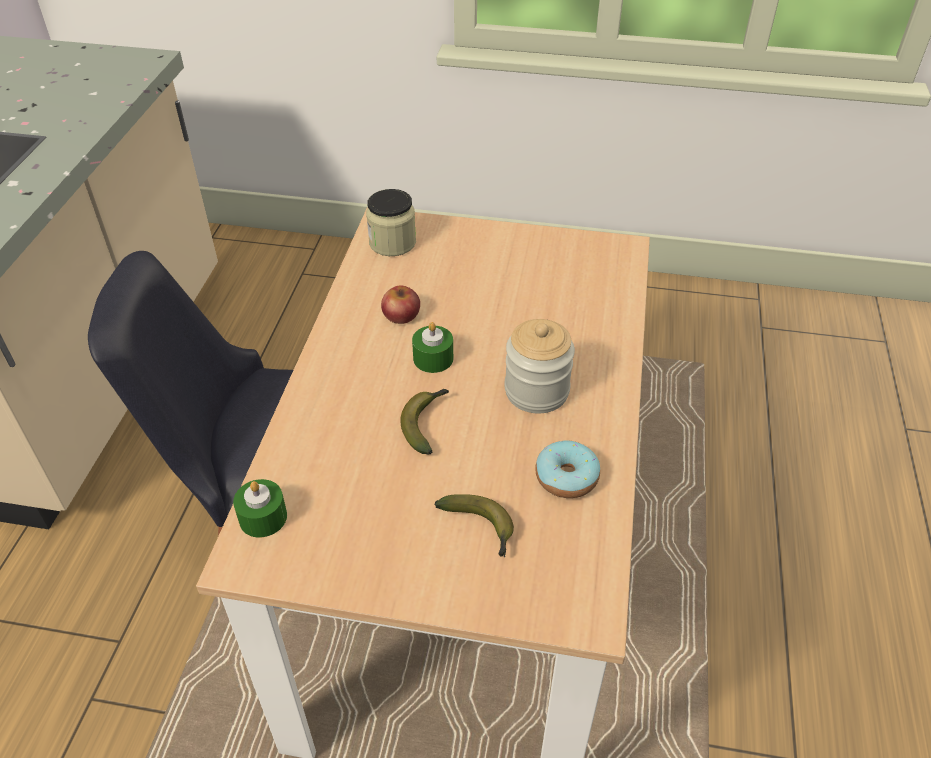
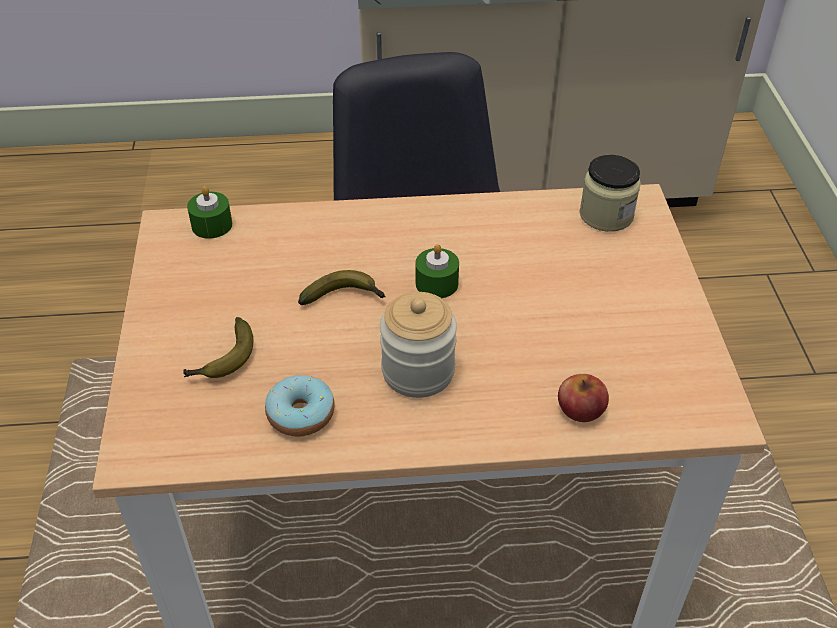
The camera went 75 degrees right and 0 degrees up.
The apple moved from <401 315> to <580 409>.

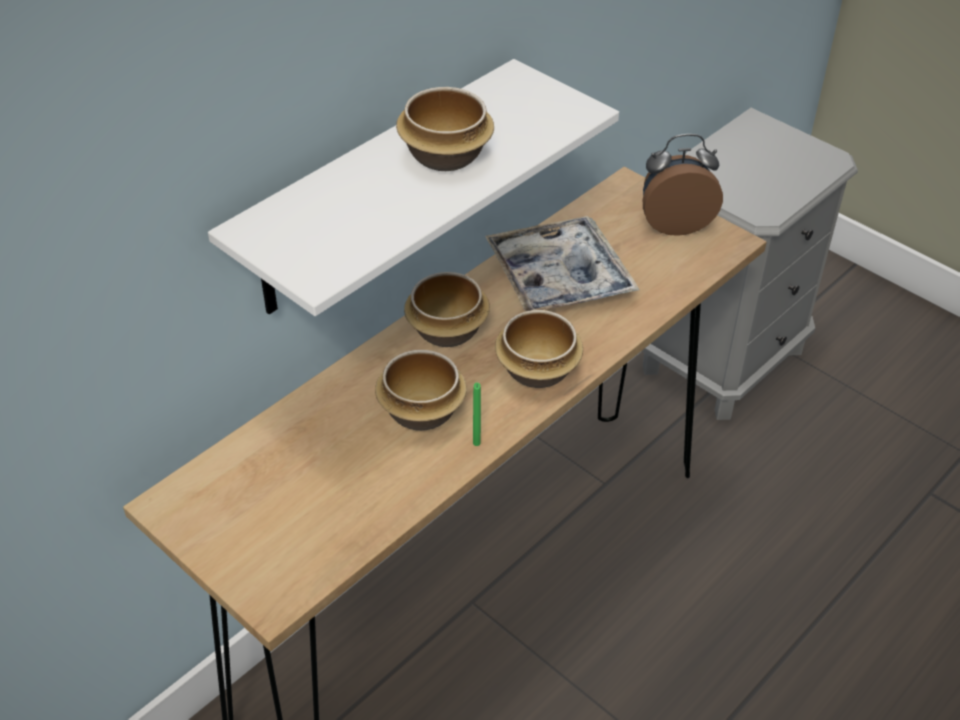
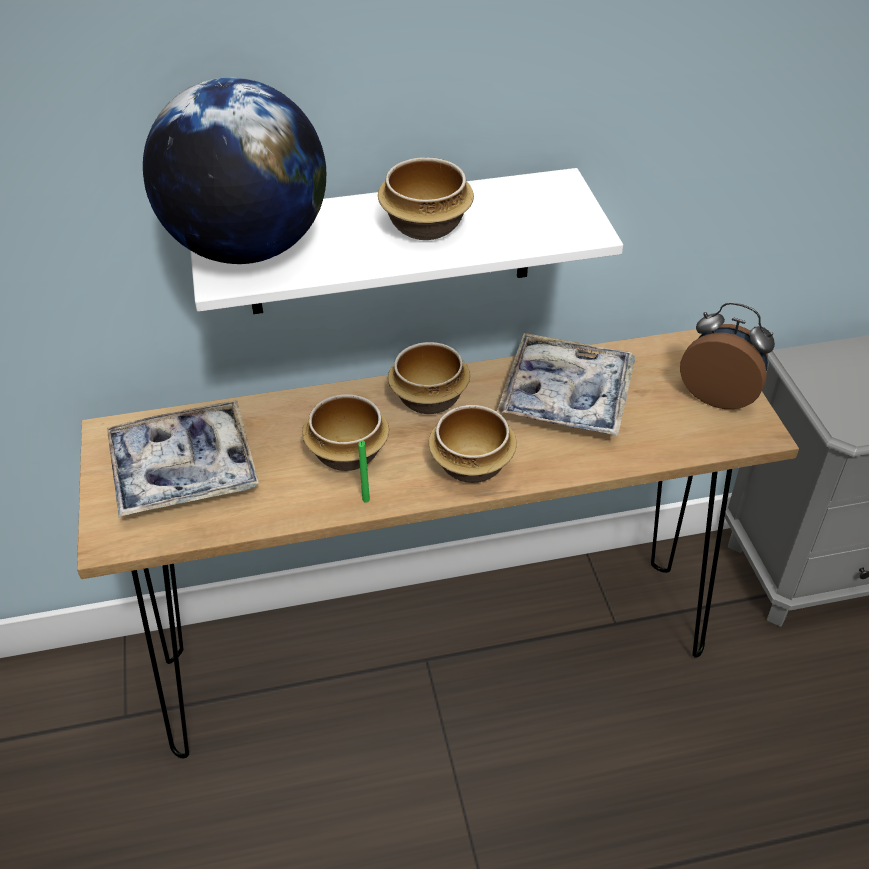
The camera went 35 degrees right and 0 degrees up.
The tray at <184 469> appeared.
The globe at <248 248> appeared.

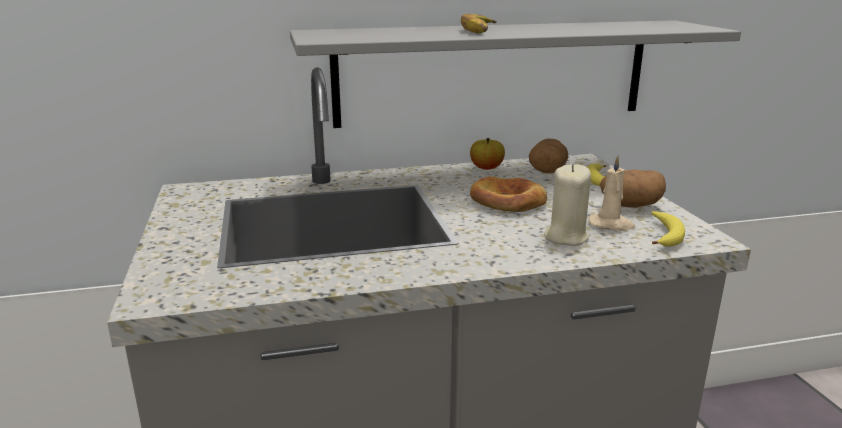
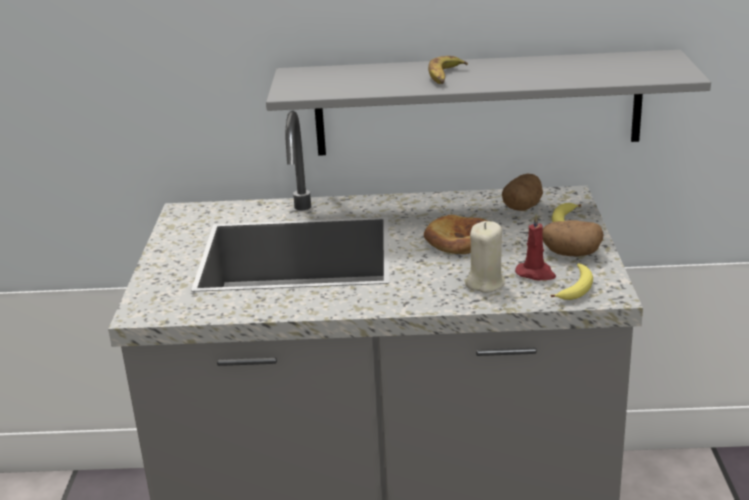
The camera went 15 degrees right and 5 degrees up.
The candle (beige) at <611 225> became the candle (red) at <536 273>.
The apple at <486 168> disappeared.

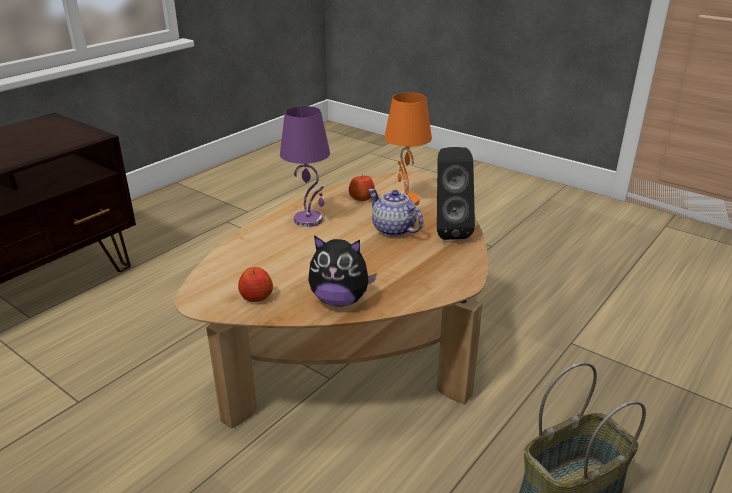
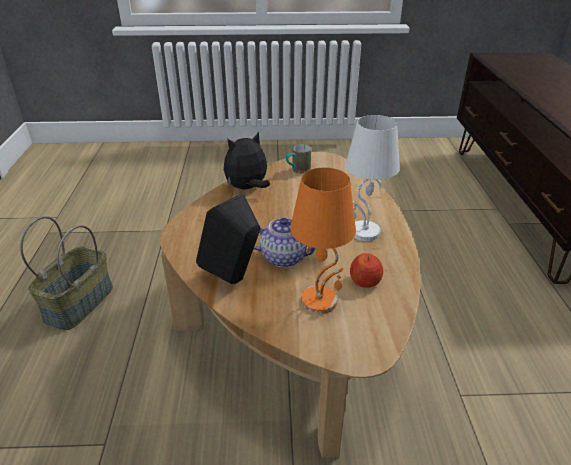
The camera went 140 degrees right and 5 degrees up.
The apple at <256 297> was replaced by the mug at <297 171>.
The table lamp (purple) at <309 220> became the table lamp (white) at <364 232>.

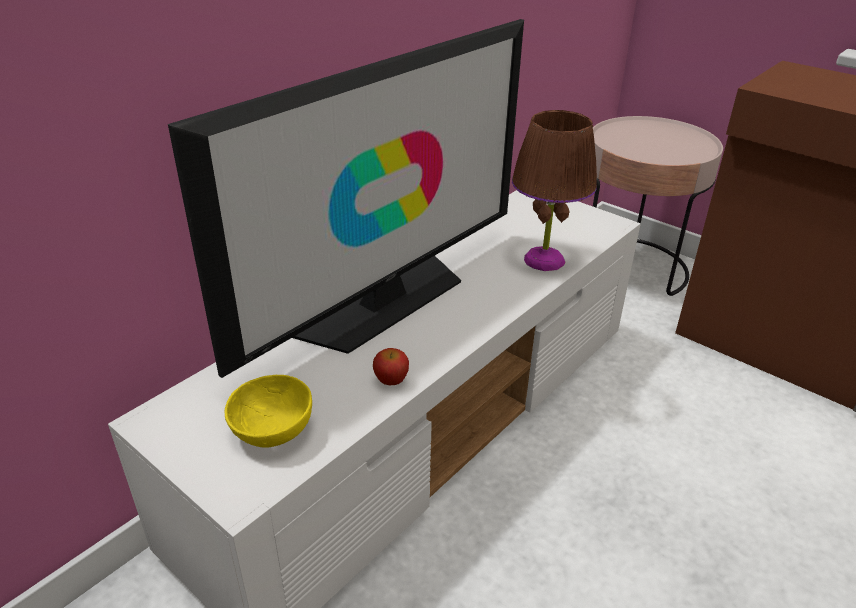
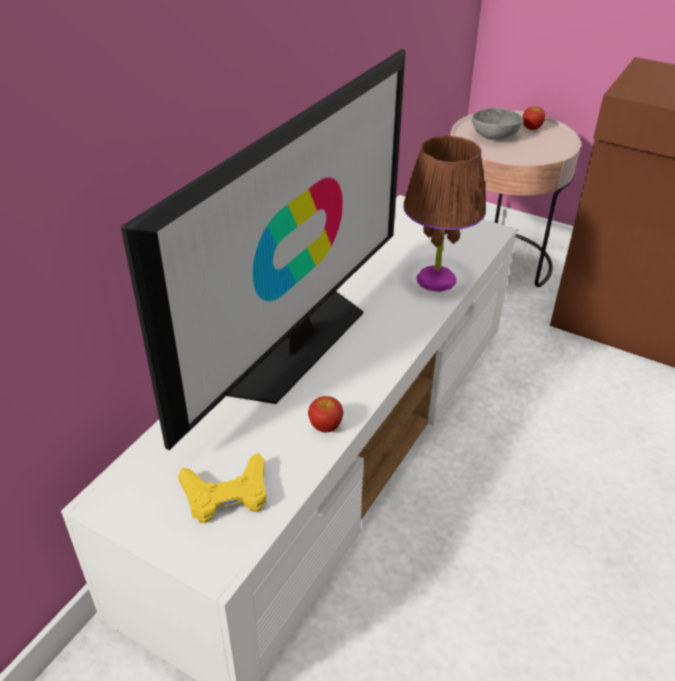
The camera went 10 degrees left and 5 degrees up.
The bowl (yellow) at <271 430> was replaced by the game controller (yellow) at <226 494>.
The bowl (grey) at <493 135> appeared.
The apple at <532 128> appeared.

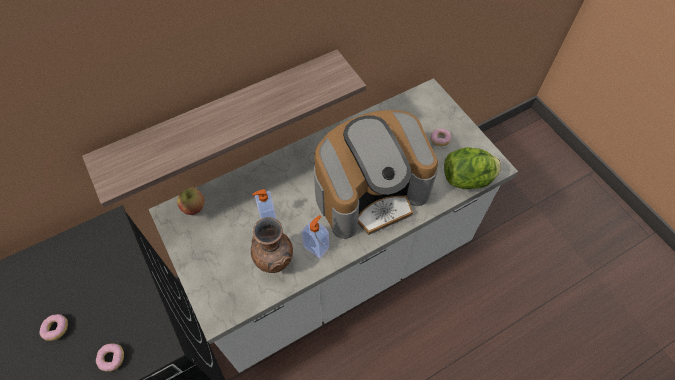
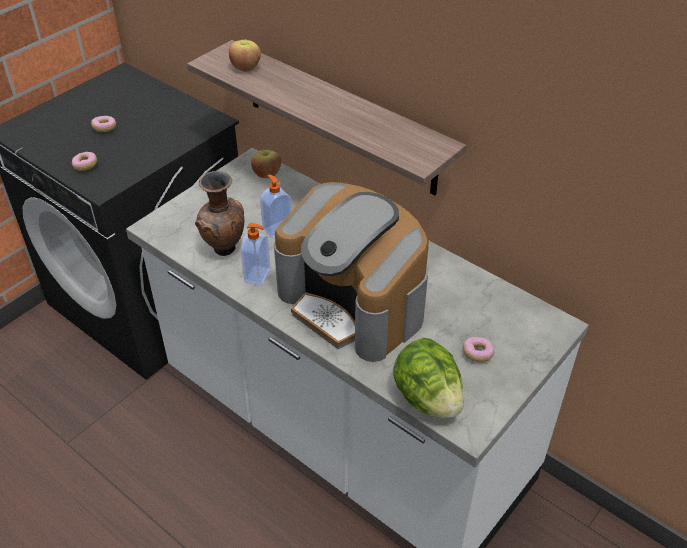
The camera went 70 degrees right and 15 degrees down.
The apple at <246 67> appeared.

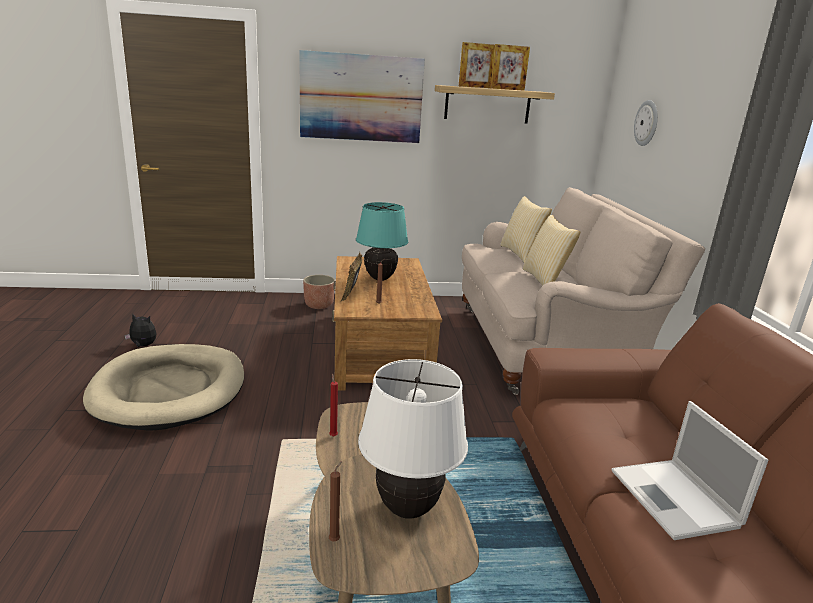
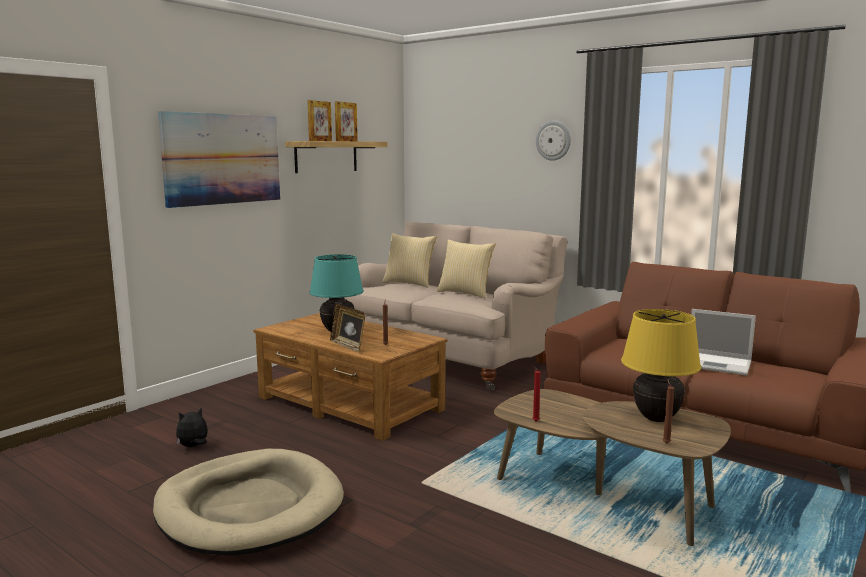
The camera went 45 degrees left and 10 degrees down.
The plush toy moved from <143 346> to <193 446>.
The wall clock moved from <647 123> to <553 140>.
The table lamp (white) at <407 509> became the table lamp (yellow) at <656 418>.
The planter at <319 305> disappeared.

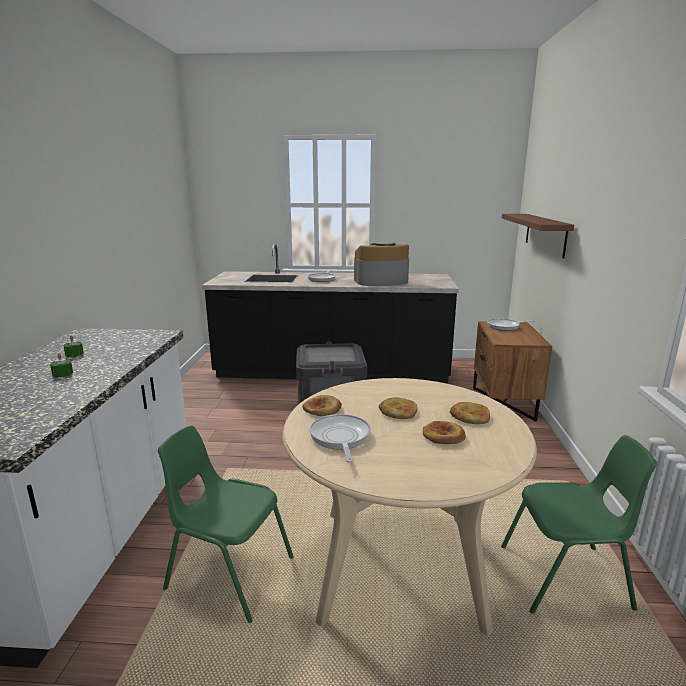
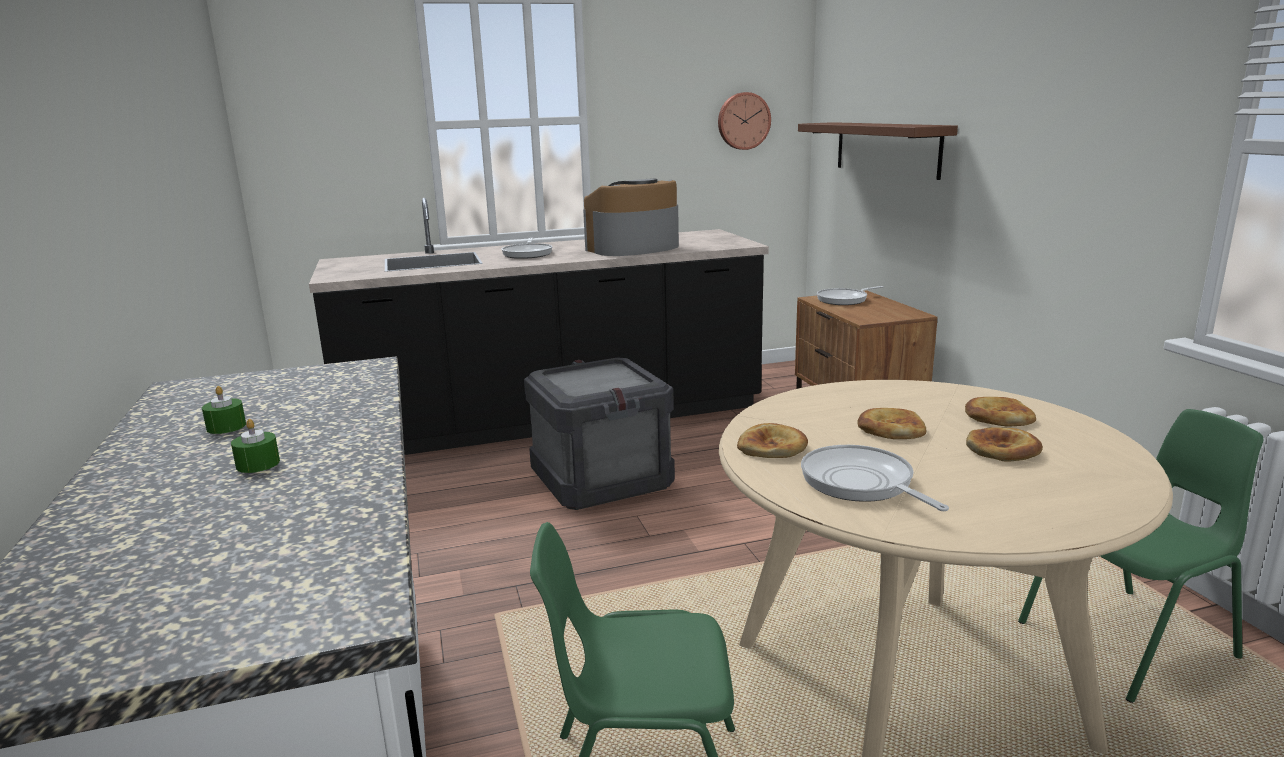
The camera went 20 degrees left and 0 degrees up.
The wall clock at <743 121> appeared.

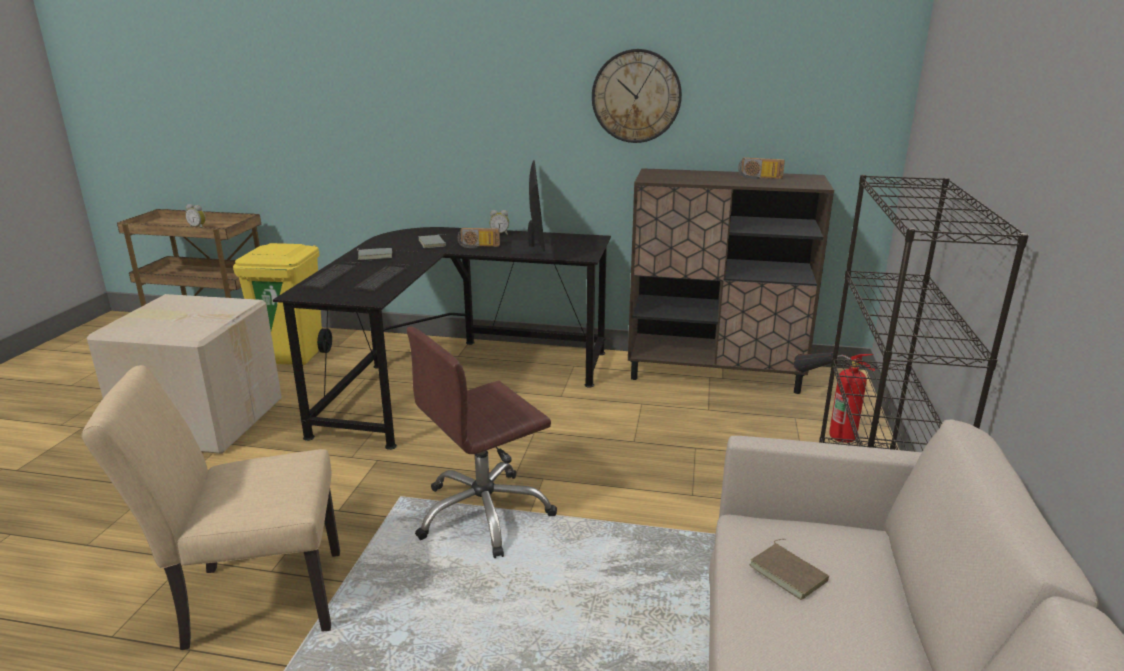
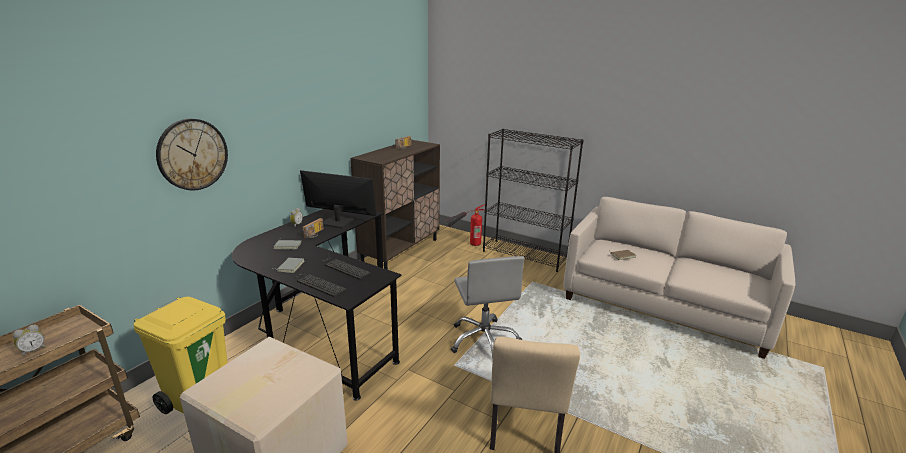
The camera went 70 degrees left and 0 degrees up.
The wall clock moved from <636 96> to <192 154>.
The office chair (brown) at <484 514> became the office chair (grey) at <484 340>.

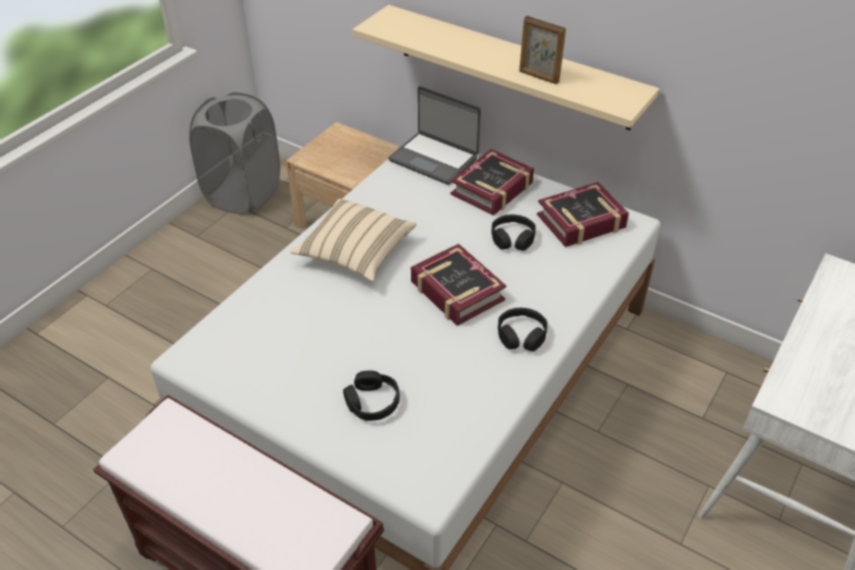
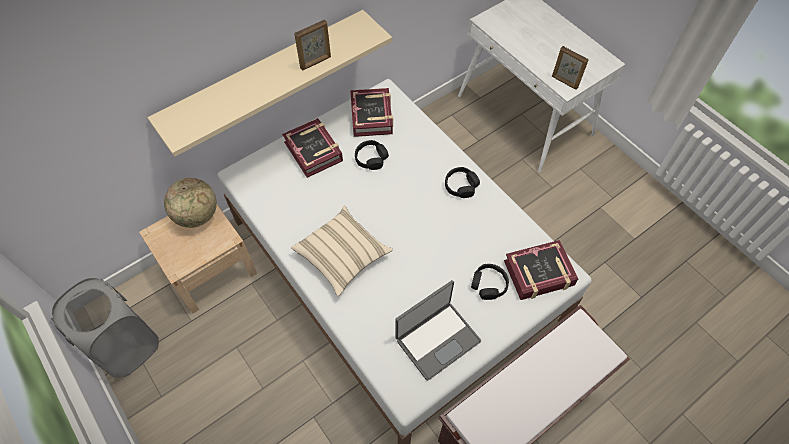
The camera went 70 degrees left and 15 degrees up.
The globe at <197 216> appeared.
The laptop moved from <434 158> to <437 339>.
The book moved from <456 291> to <539 274>.
The picture frame at <564 82> appeared.

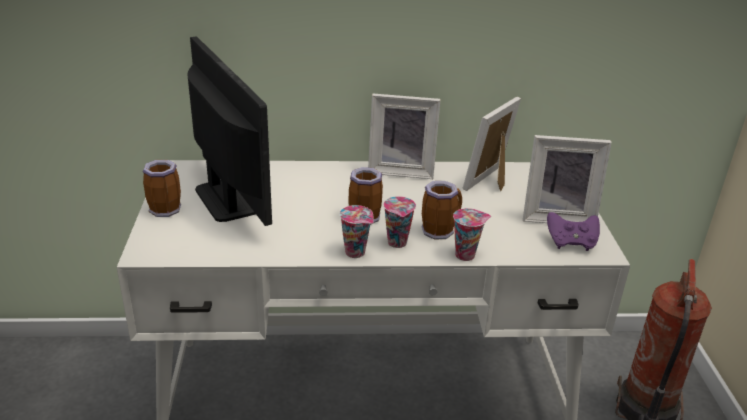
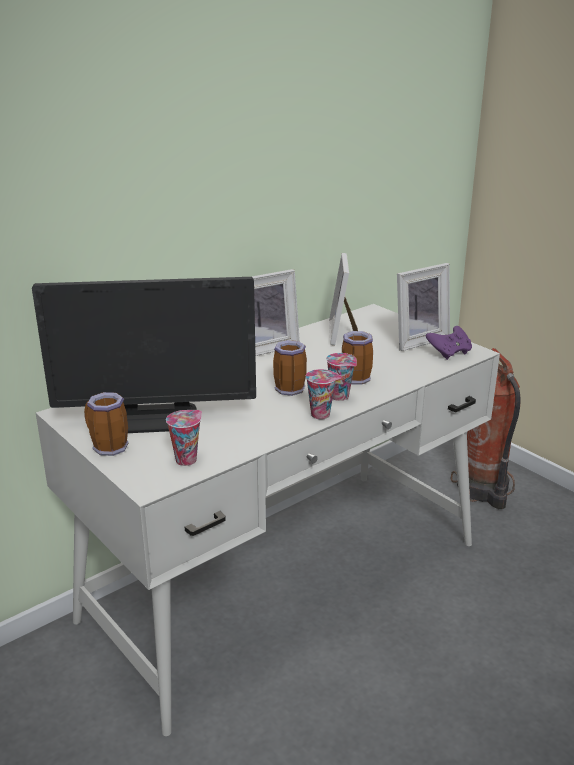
The camera went 35 degrees left and 5 degrees down.
The monitor at <228 199> turned 150 degrees clockwise.
The cup moved from <466 254> to <187 459>.

